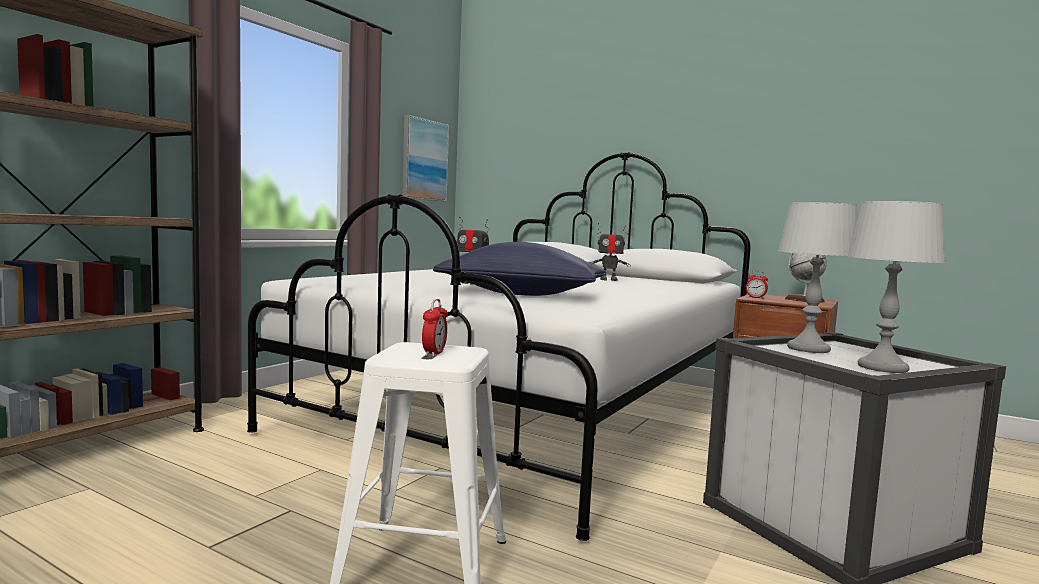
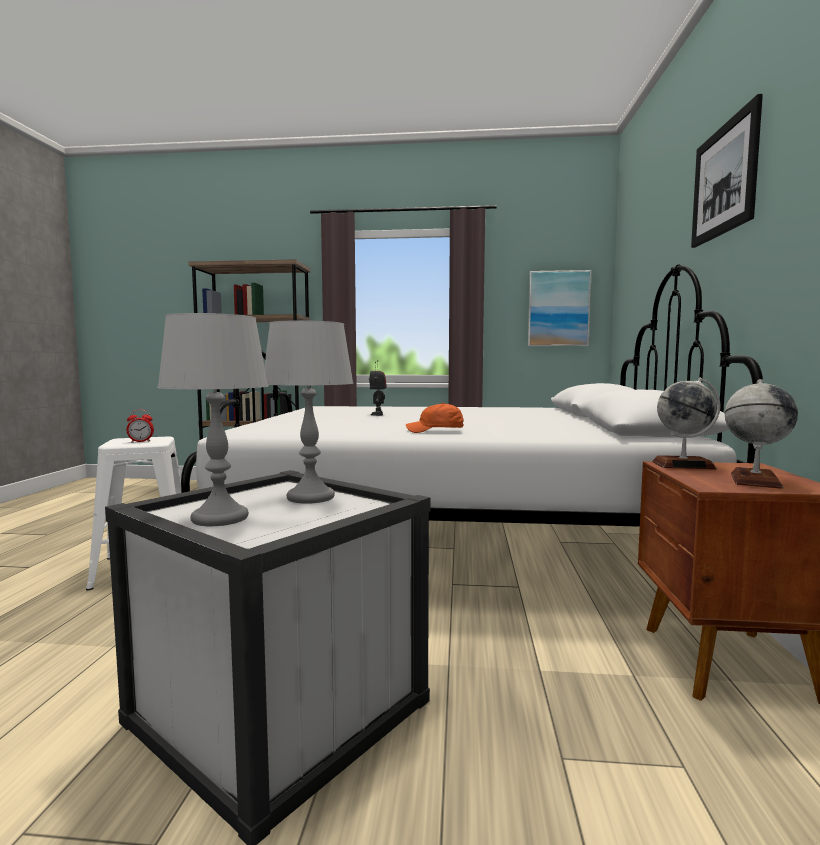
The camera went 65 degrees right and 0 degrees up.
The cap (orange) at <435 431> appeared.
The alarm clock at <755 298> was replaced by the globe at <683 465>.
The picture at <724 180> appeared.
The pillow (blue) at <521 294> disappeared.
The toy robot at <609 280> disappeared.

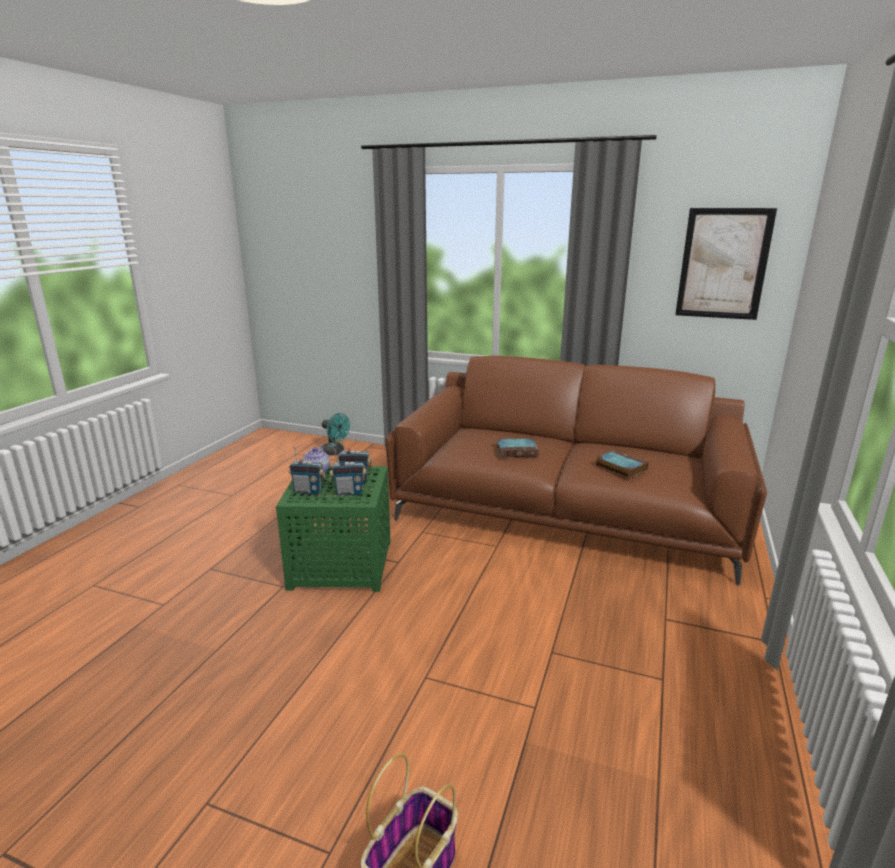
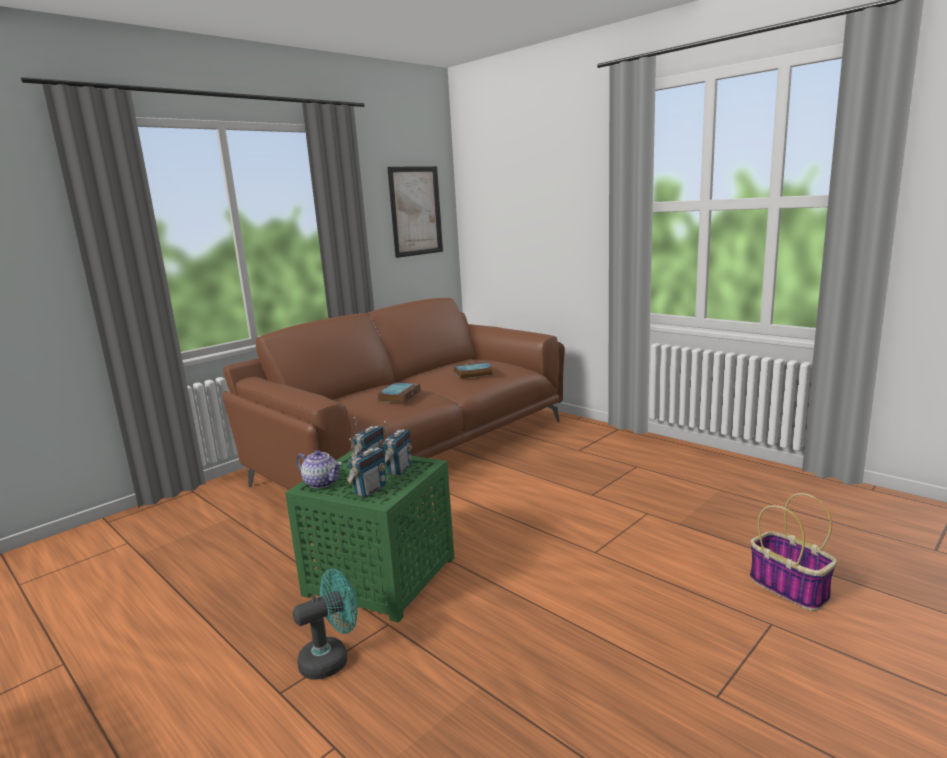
The camera went 65 degrees left and 5 degrees down.
The fan (turquoise) moved from <335 452> to <331 659>.

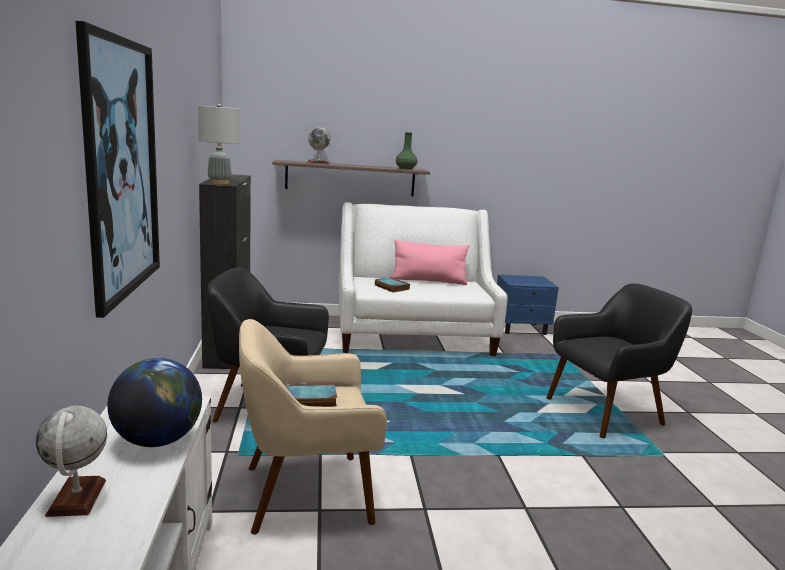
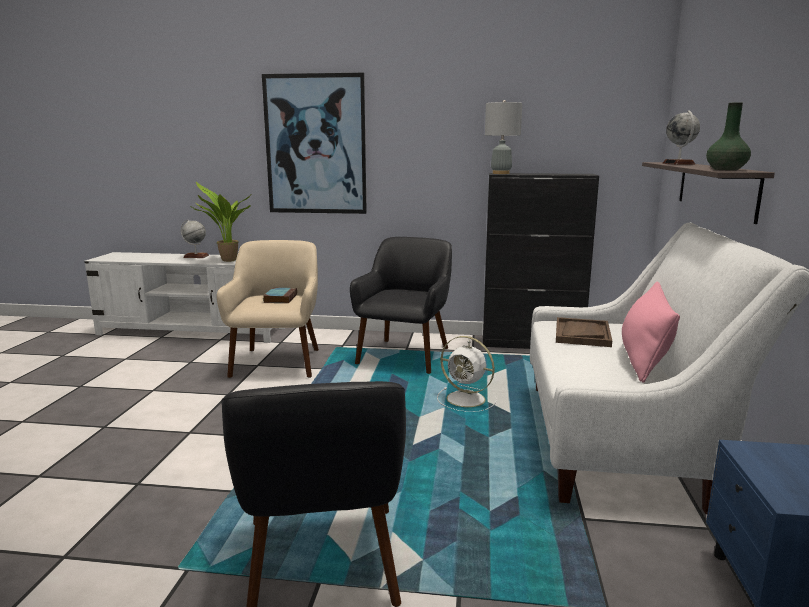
The camera went 105 degrees right and 0 degrees up.
The globe at <157 440> was replaced by the potted plant at <227 261>.
The fan (white) at <467 400> appeared.
The book at <391 287> was replaced by the tray (brown) at <582 334>.

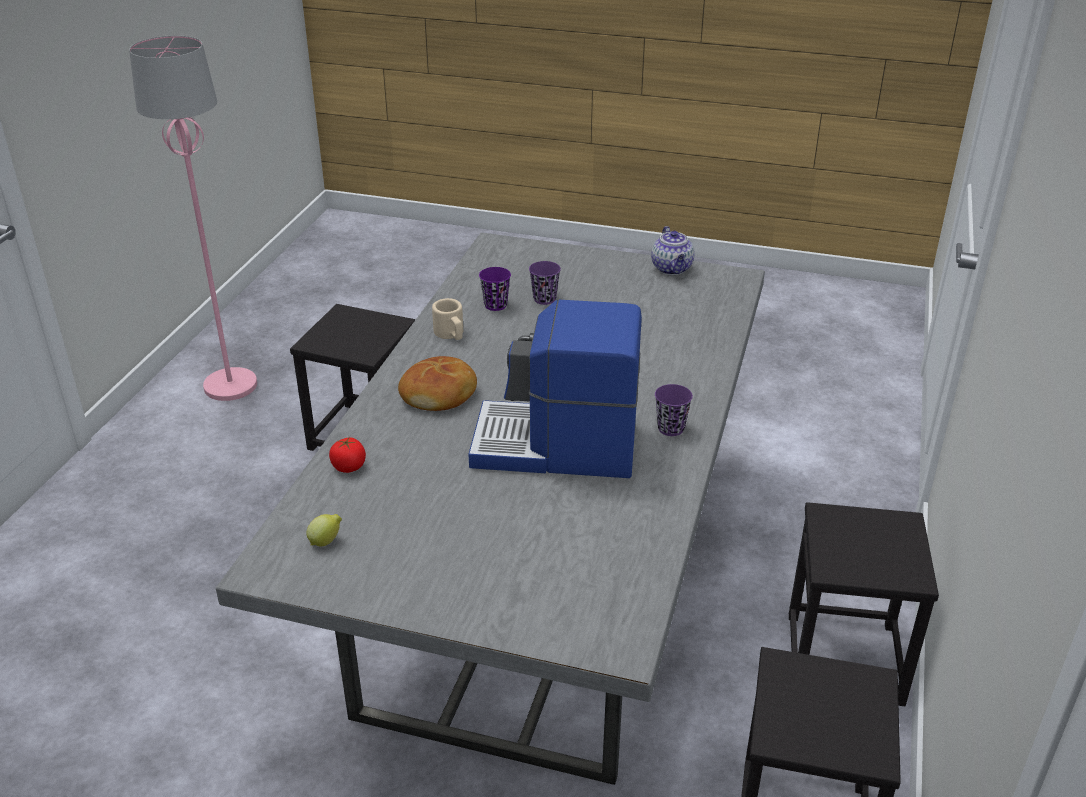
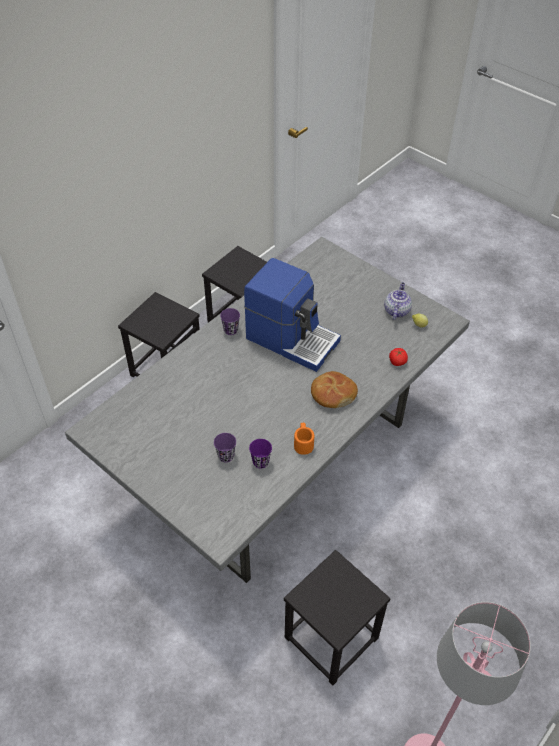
The camera went 155 degrees left and 15 degrees up.
The mug (beige) at <451 334> became the mug (orange) at <303 443>.
The teapot moved from <672 269> to <396 310>.

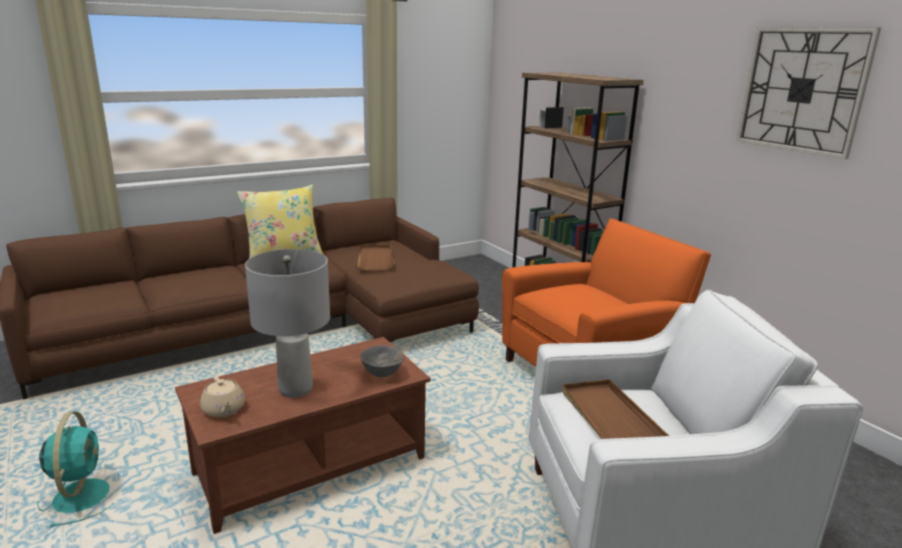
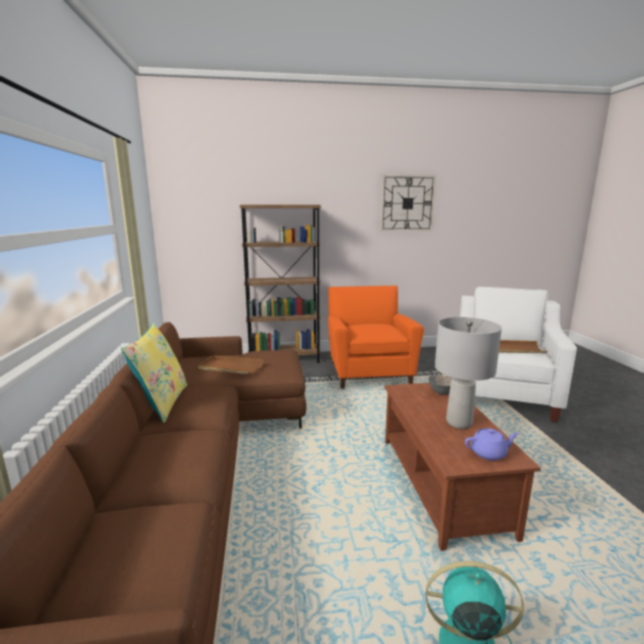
The camera went 65 degrees left and 5 degrees down.
The teapot (beige) at <224 410> became the teapot (purple) at <489 453>.

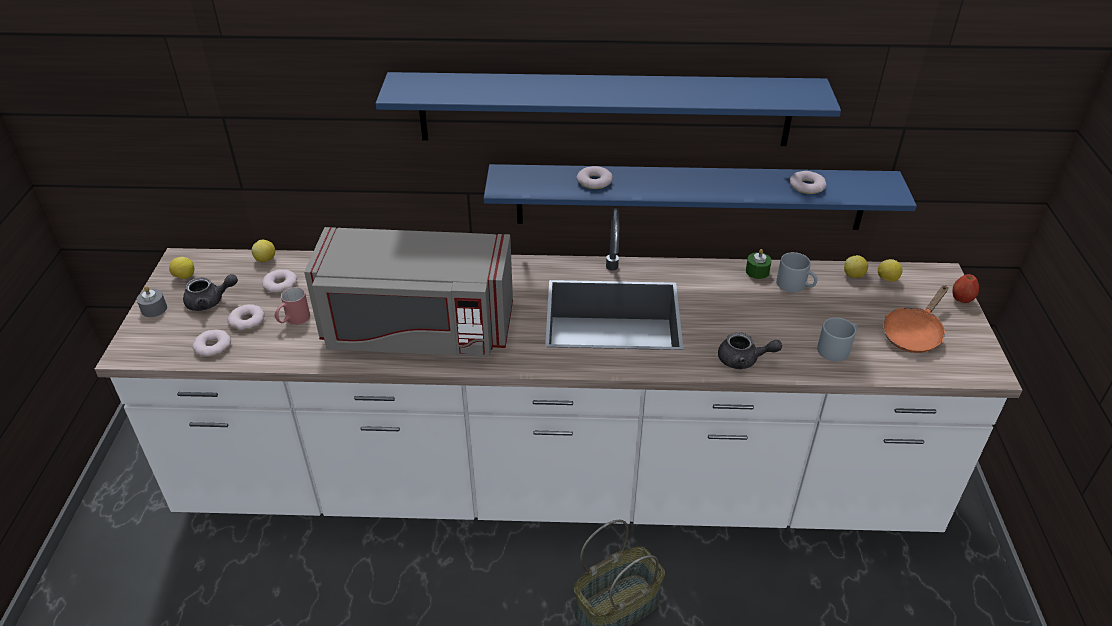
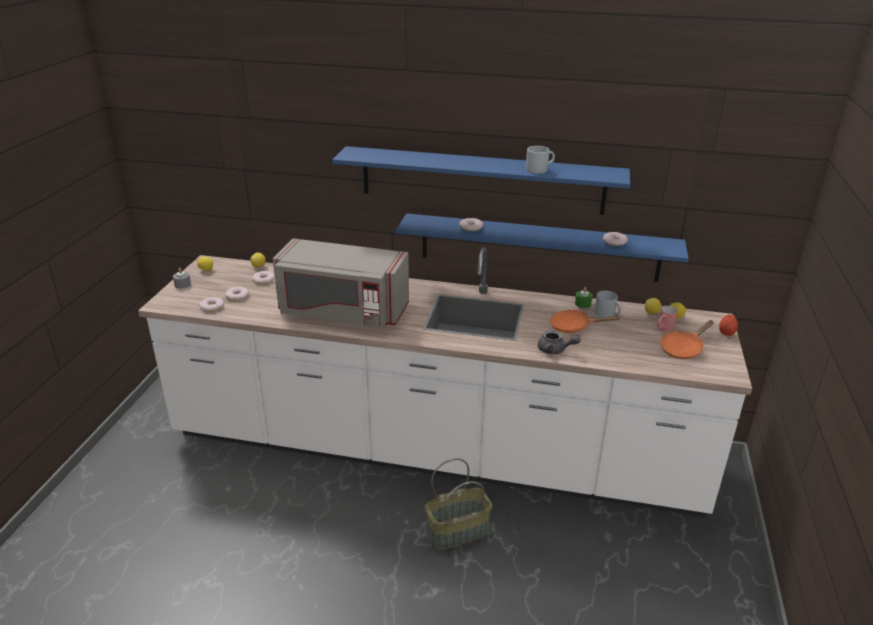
The camera went 10 degrees right and 10 degrees down.
The mug (grey) moved from <836 348> to <539 169>.
The frying pan (orange) at <574 327> appeared.
The mug (red) moved from <293 320> to <663 329>.
The teapot (grey) at <210 302> disappeared.

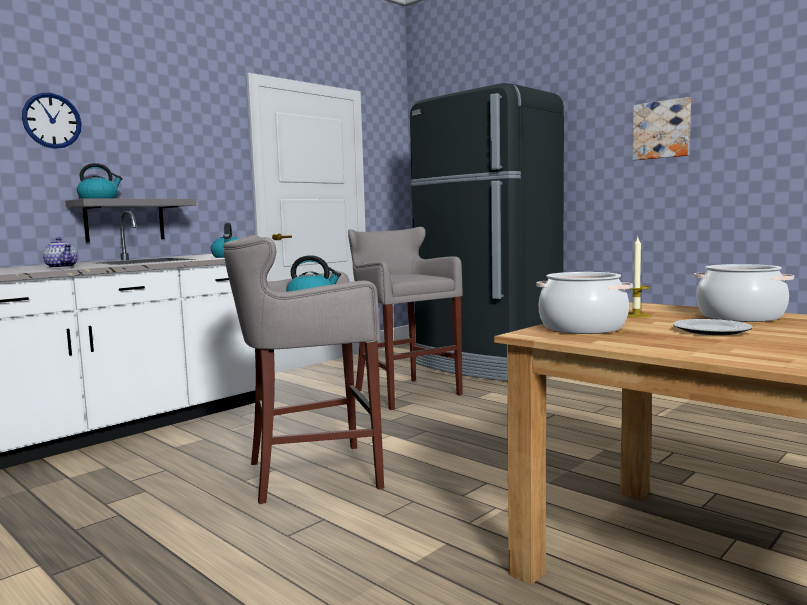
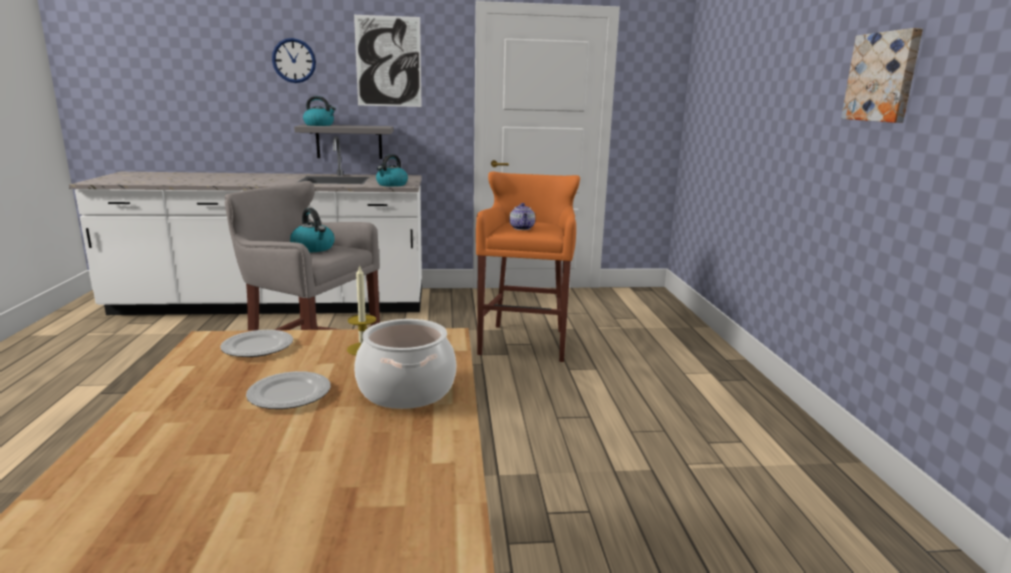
The camera went 40 degrees right and 10 degrees up.
The cooking pot at <583 328> was replaced by the plate at <258 347>.
The picture at <388 61> appeared.
The stool (grey) at <404 392> became the stool (orange) at <525 341>.
The teapot moved from <62 267> to <522 228>.
The fridge (black) at <487 365> disappeared.

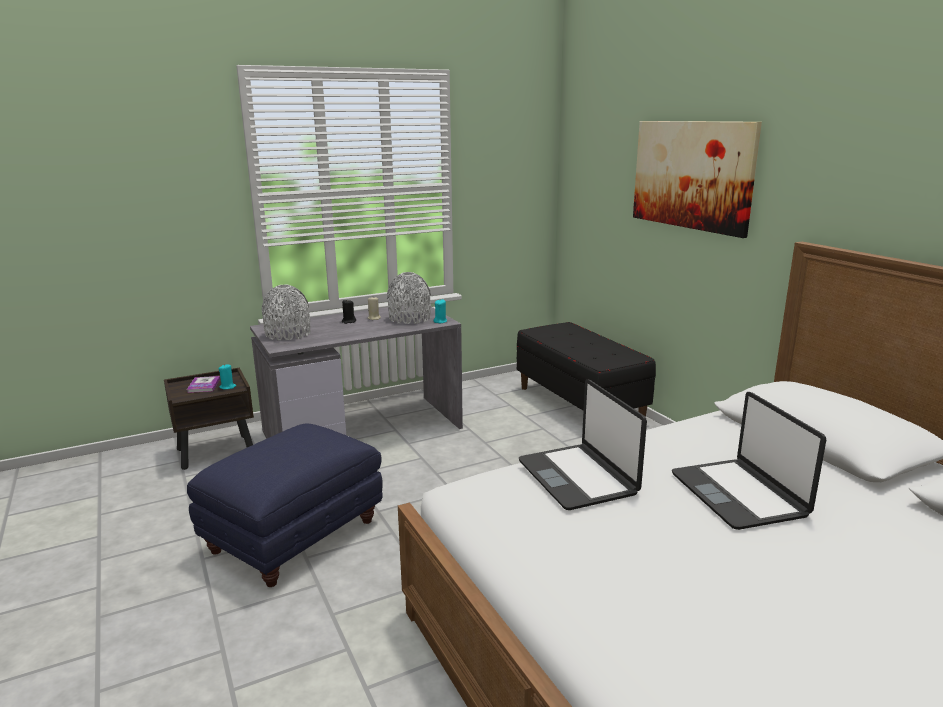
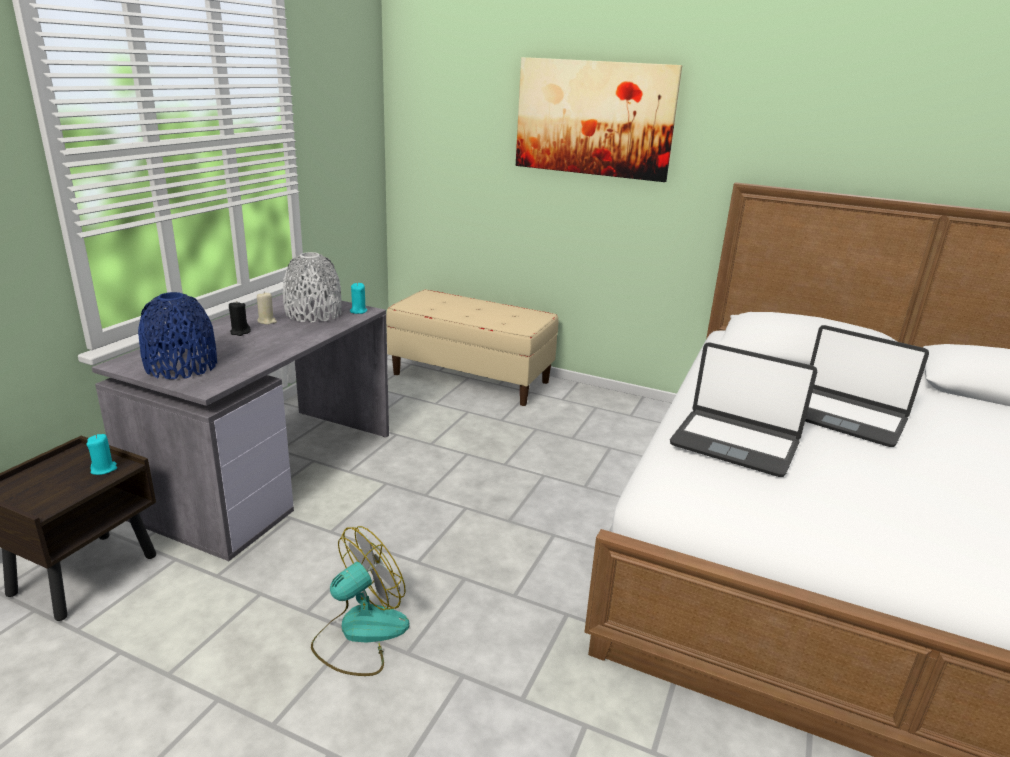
The camera went 40 degrees left and 5 degrees up.
The vase (grey) at <288 334> became the vase (blue) at <181 366>.
The ottoman (blue) at <296 535> was replaced by the fan at <360 633>.
The bench (black) at <579 405> became the bench (beige) at <471 378>.
The book at <204 385> disappeared.

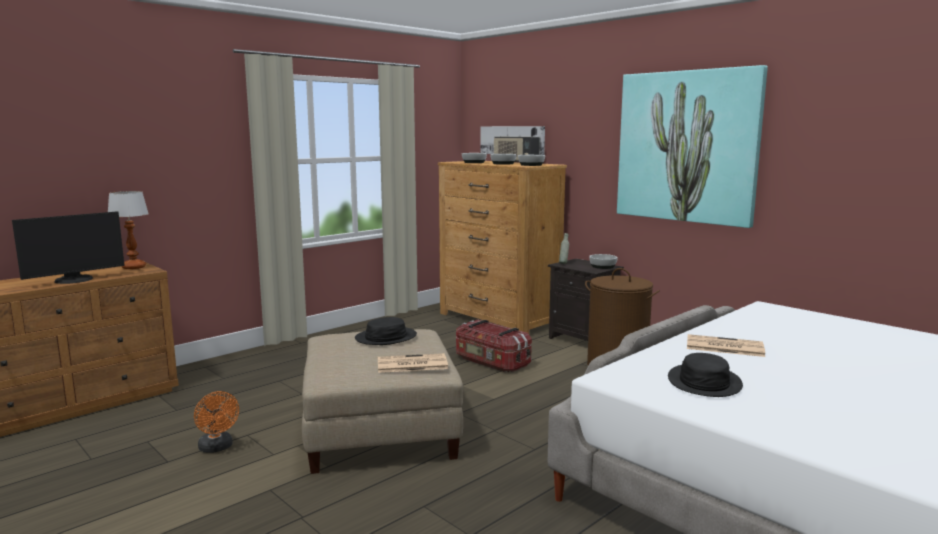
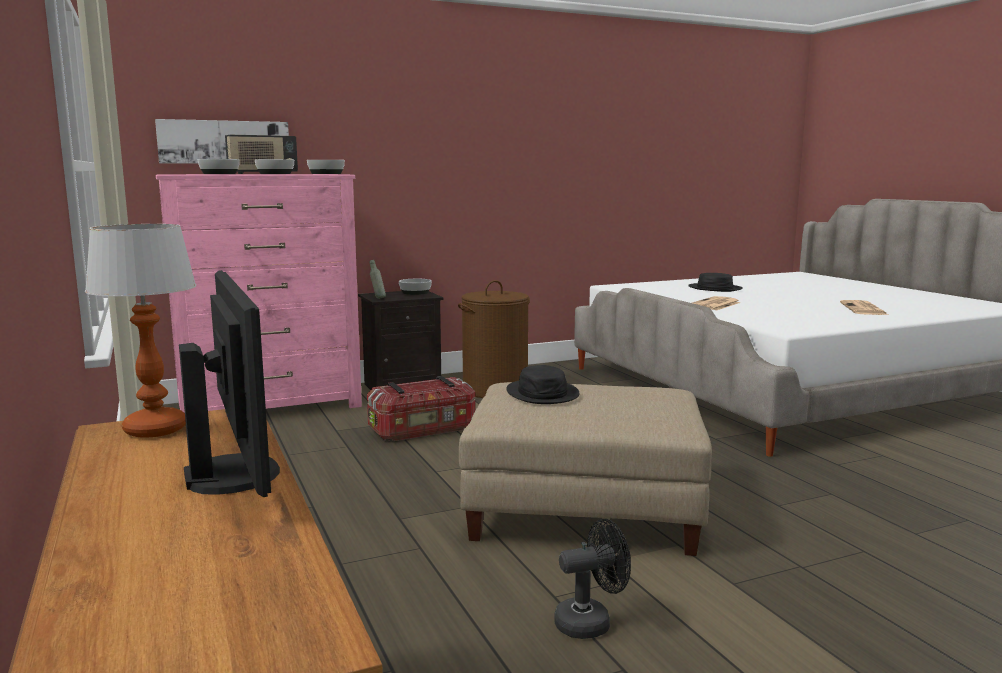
The camera went 70 degrees left and 0 degrees up.
The dresser (brown) at <498 319> became the dresser (pink) at <270 406>.
The fan (orange) at <217 448> became the fan (black) at <591 622>.
The hat (black) moved from <704 382> to <714 288>.
The newspaper moved from <411 364> to <864 309>.
The picture at <687 146> disappeared.

